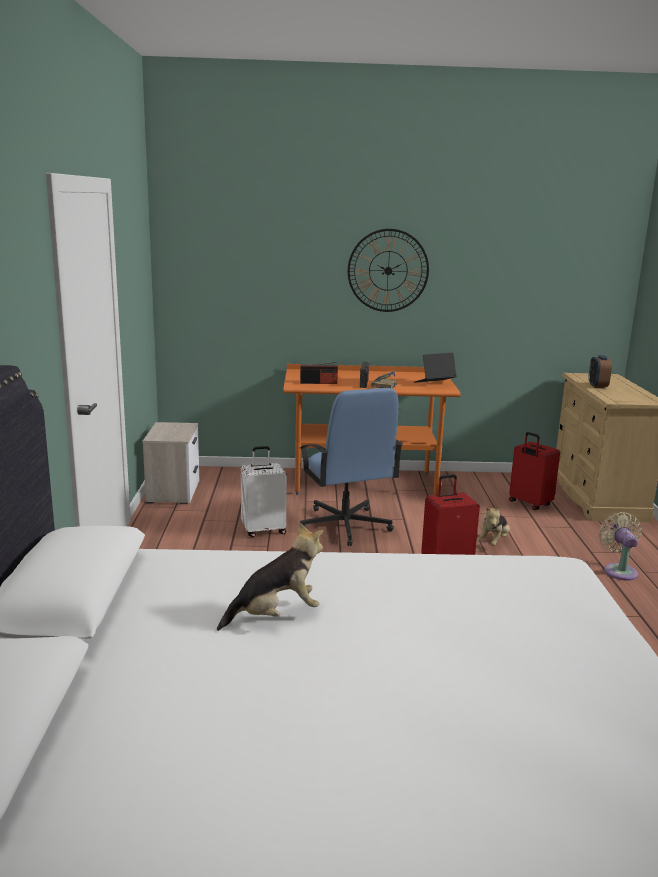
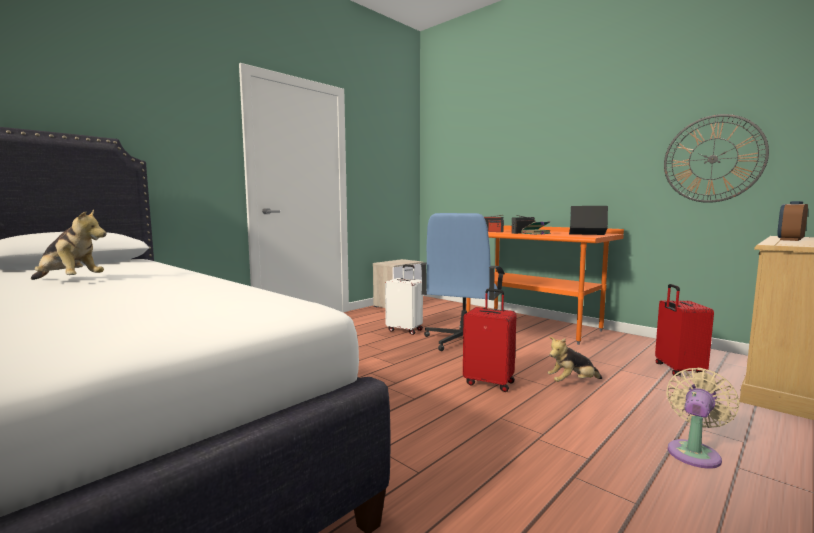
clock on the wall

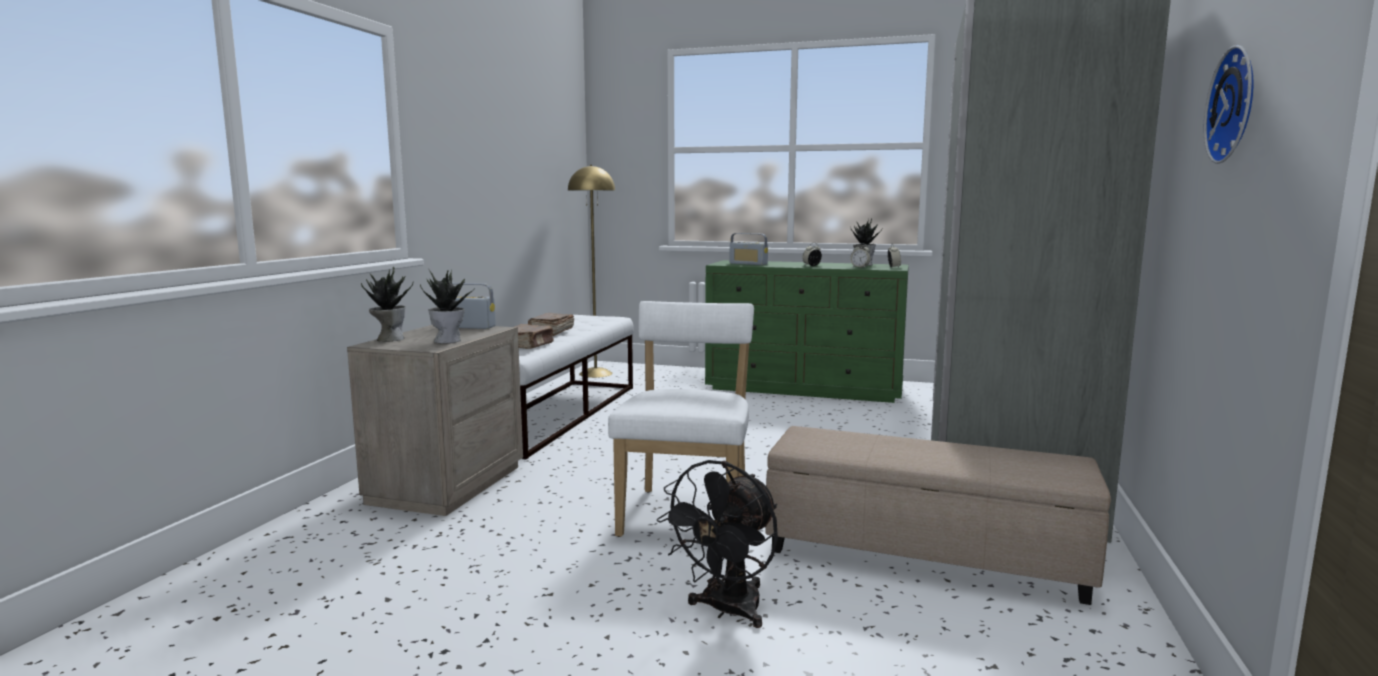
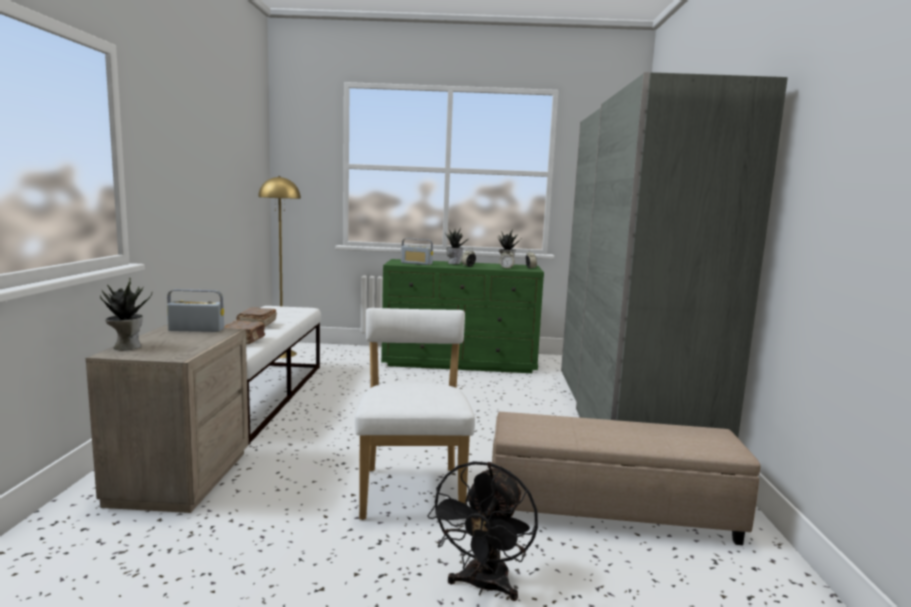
potted plant (no. 2 from left)
clock on the wall

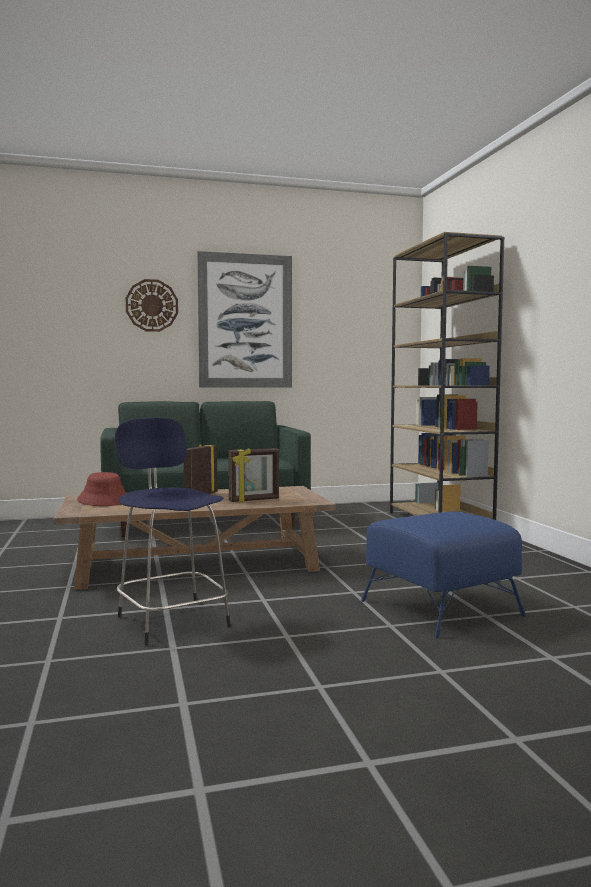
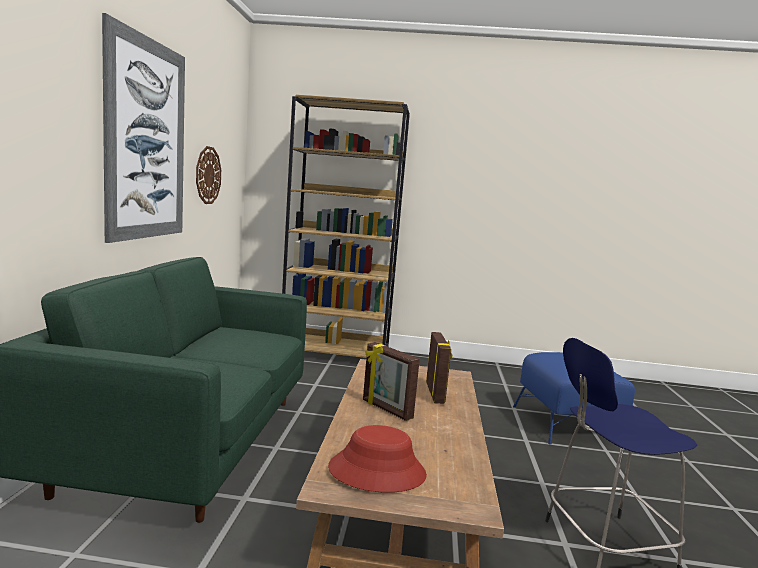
clock on the wall

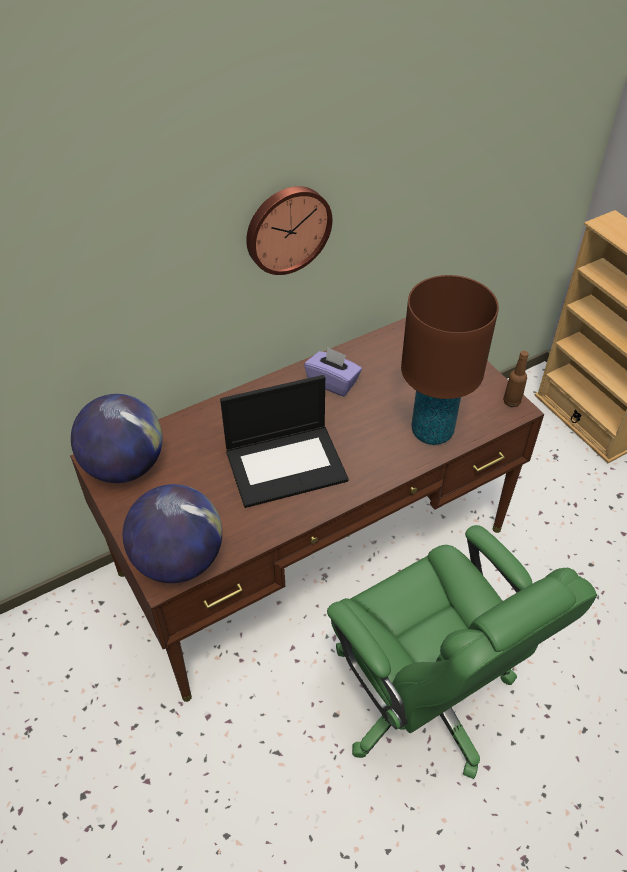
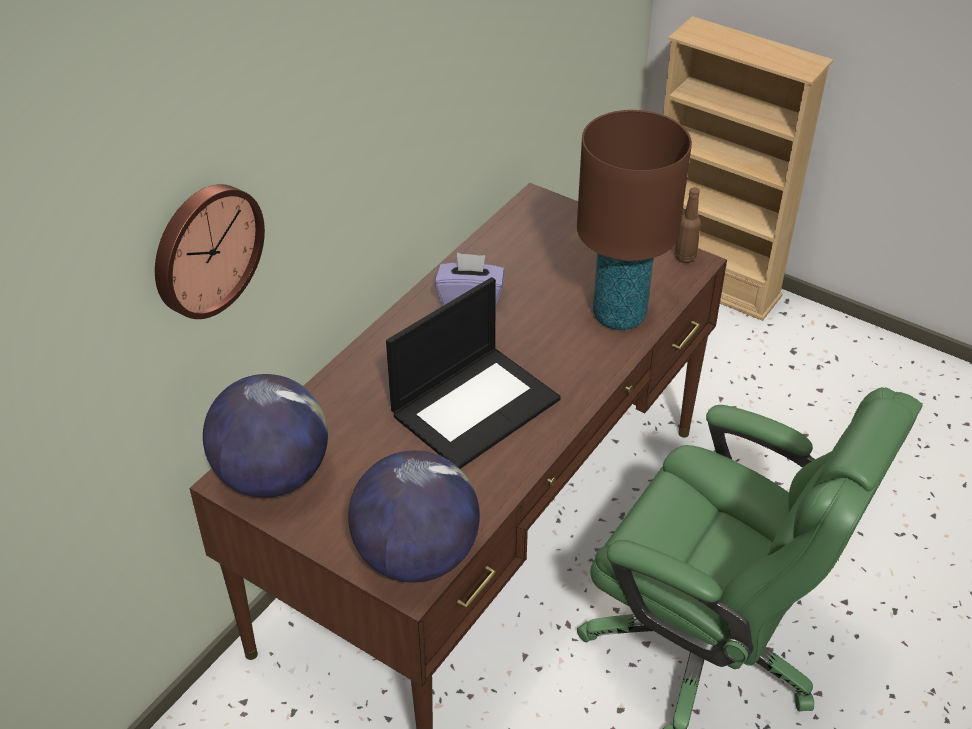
clock on the wall

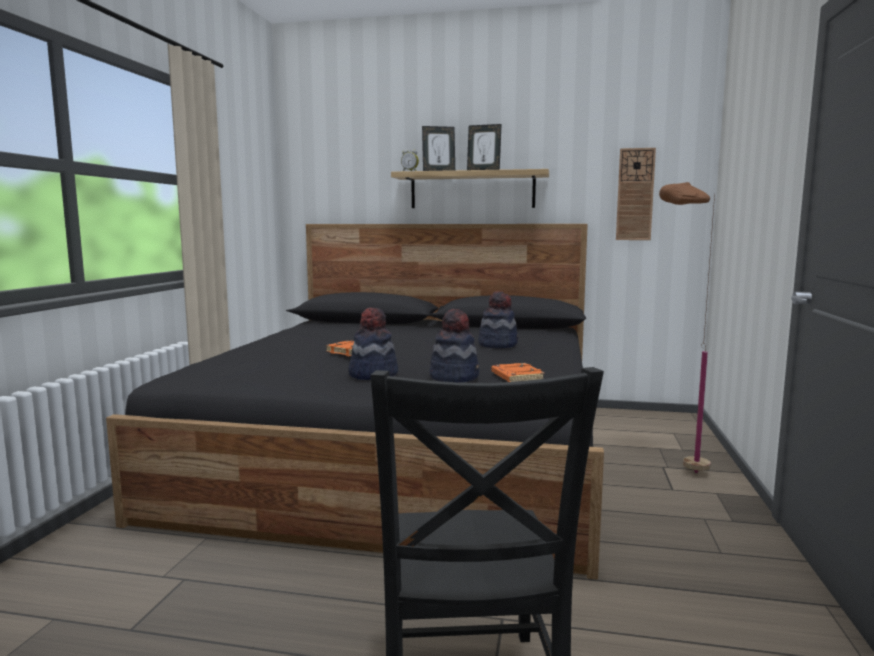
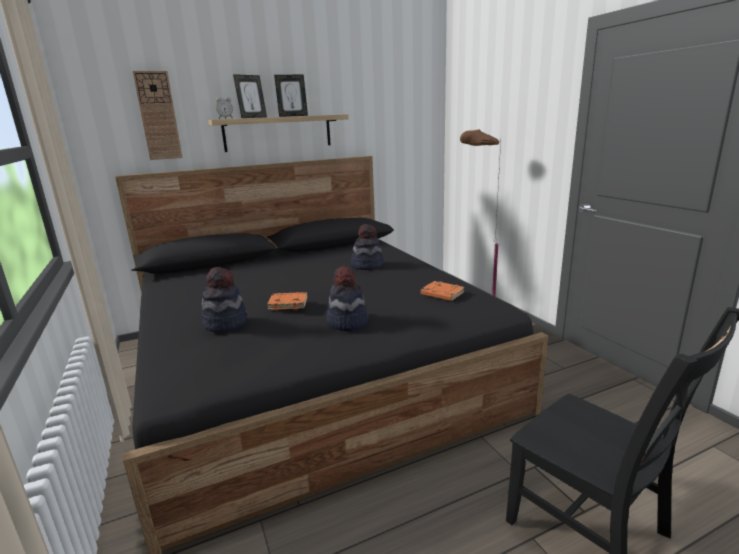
wearable hat (no. 1 from left)
clock on the wall

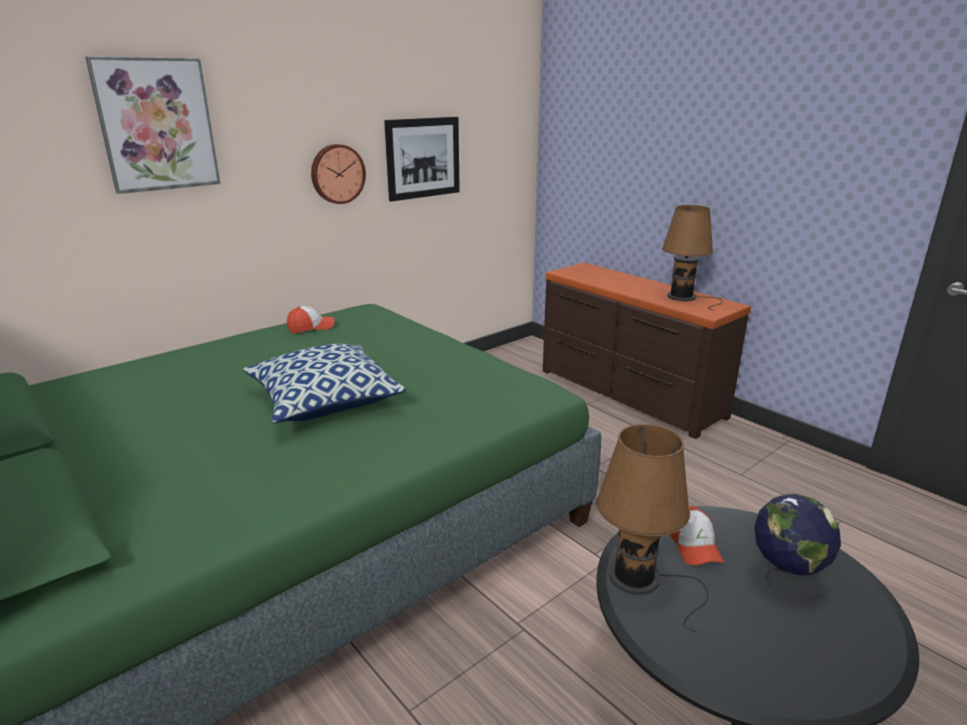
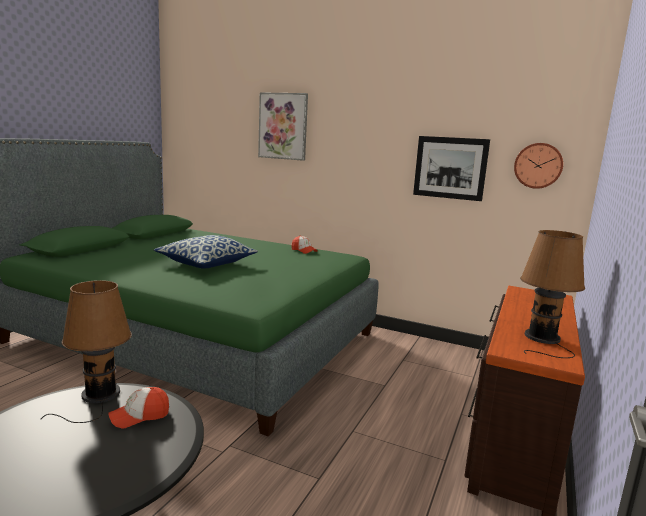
clock on the wall
world globe

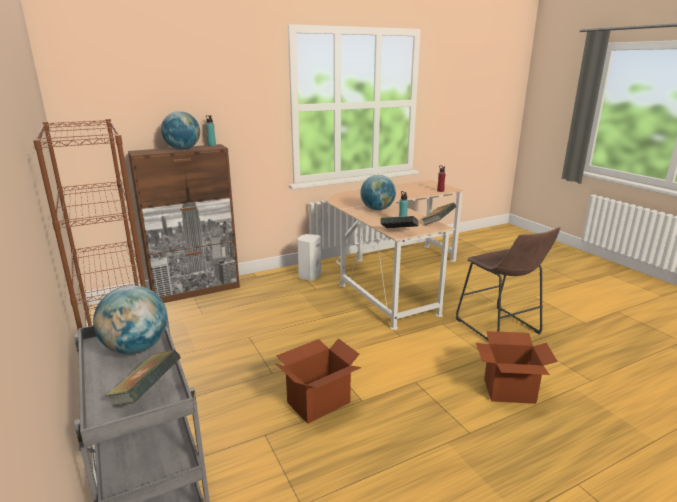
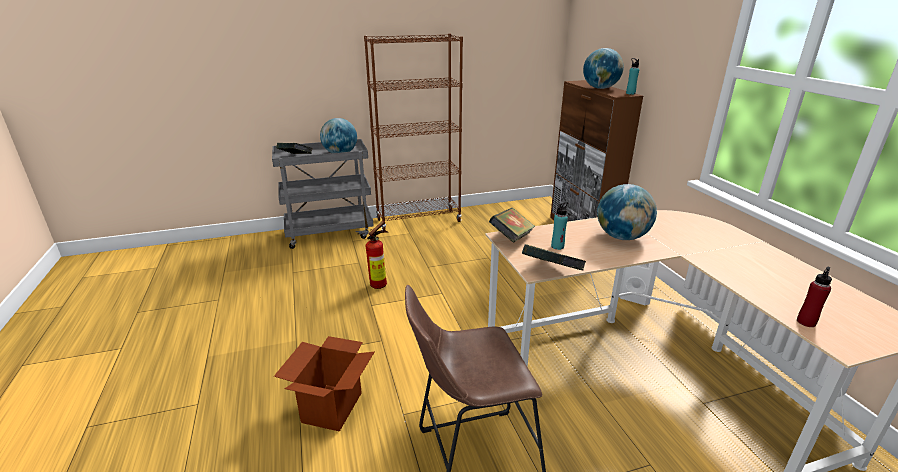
fire-fighting cylinder

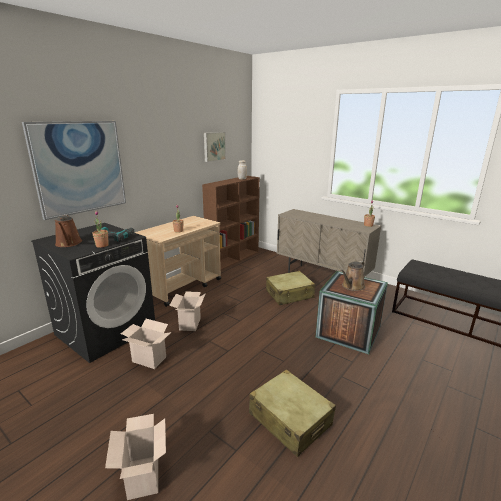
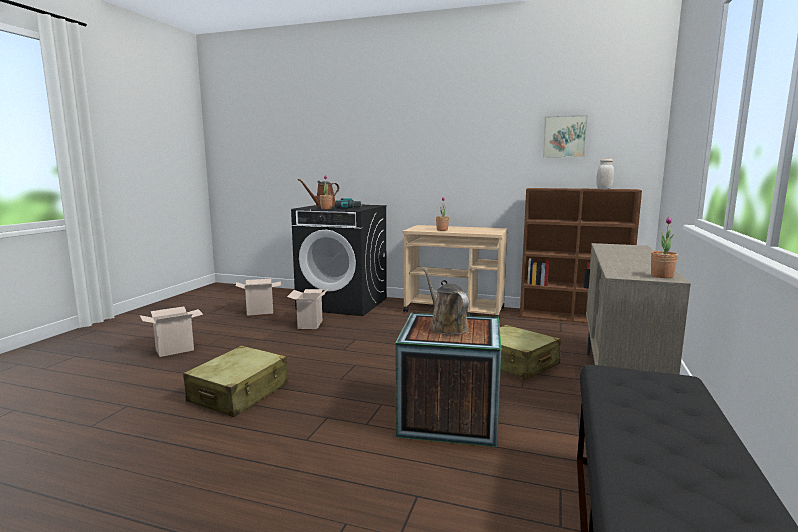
wall art (no. 1 from left in the first image)
packing box (no. 2 from left)
watering pot in brown-coloured (no. 2 from left)

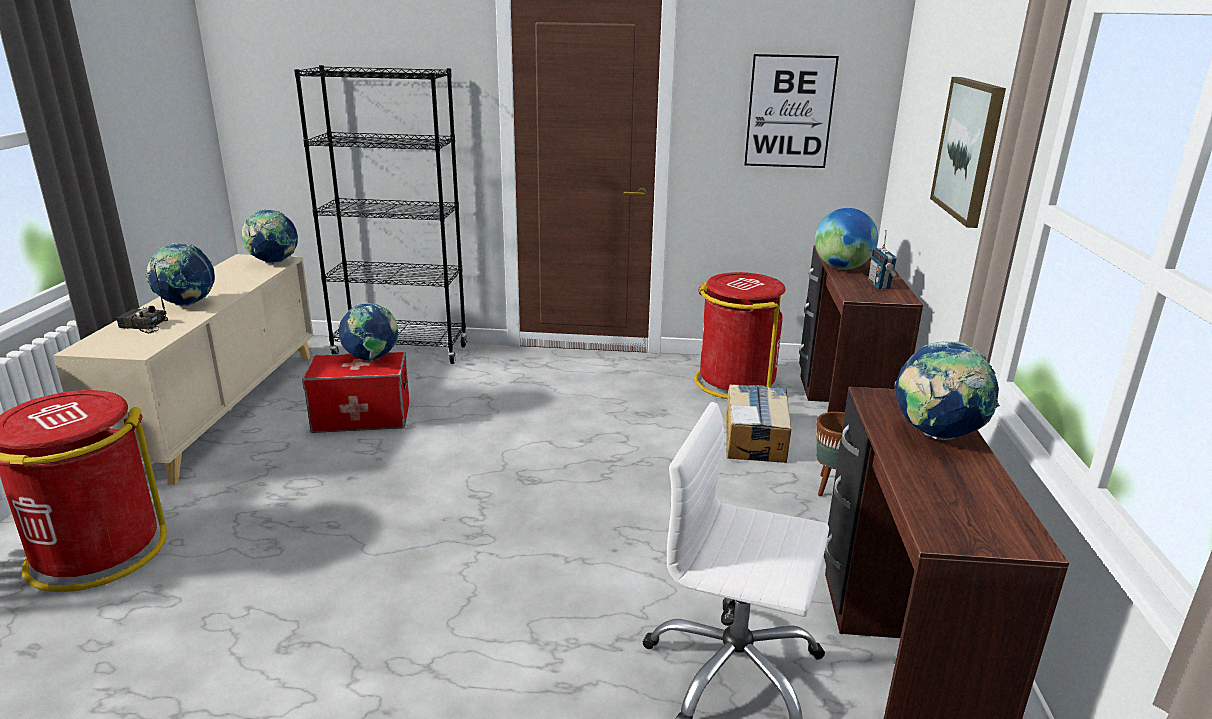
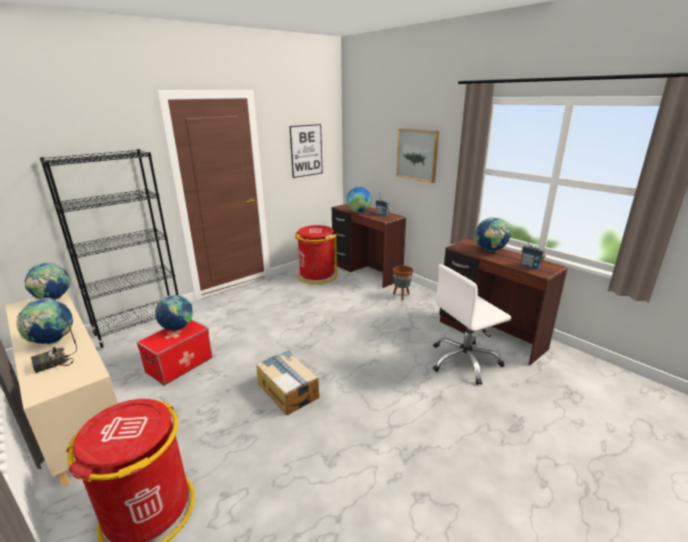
packing box
radio (no. 3 from left)

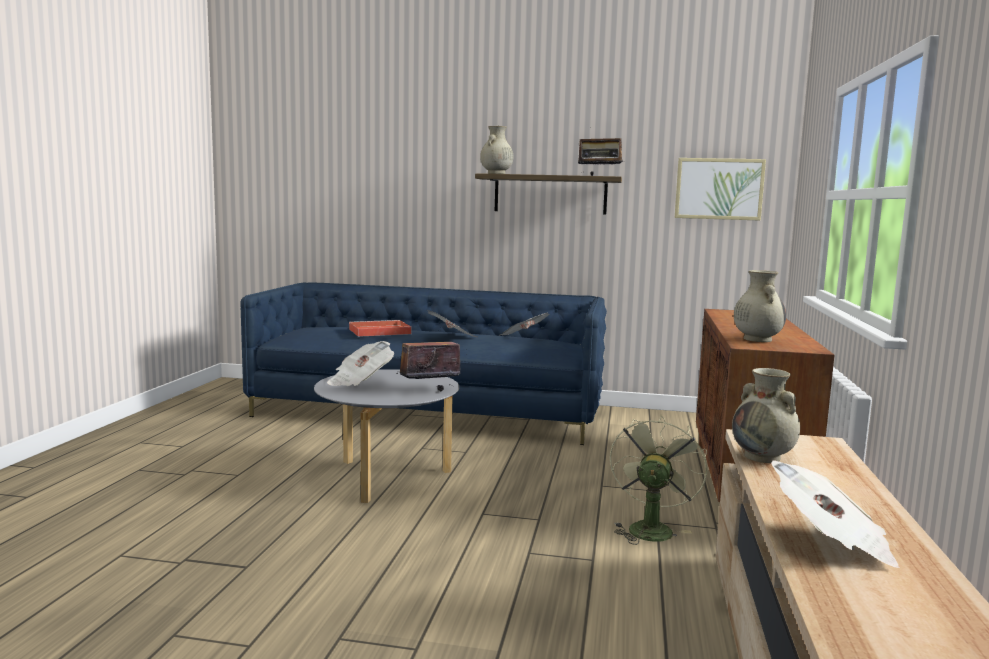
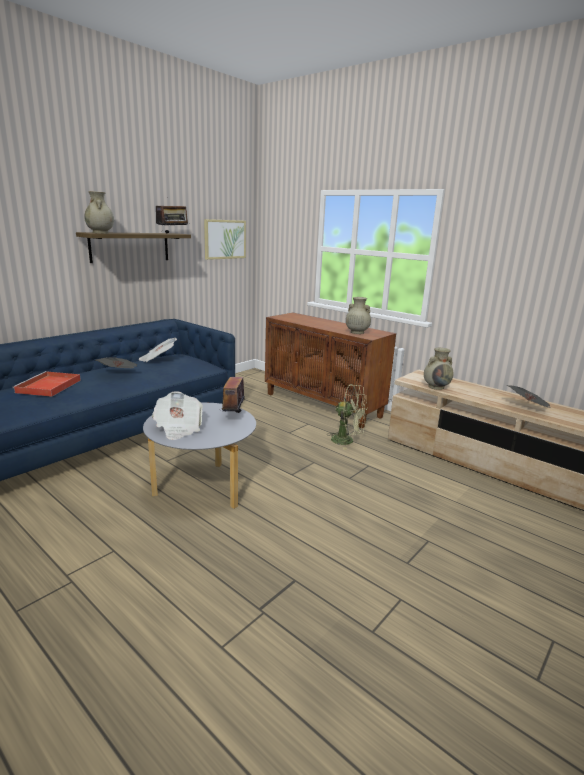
electric fan in green

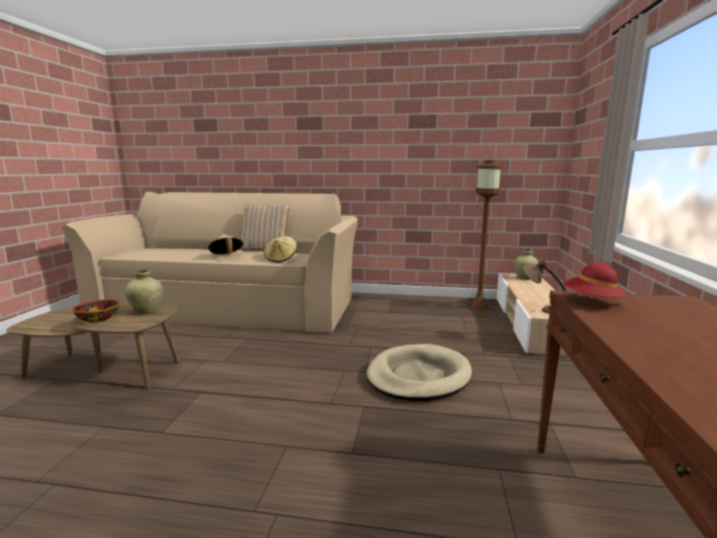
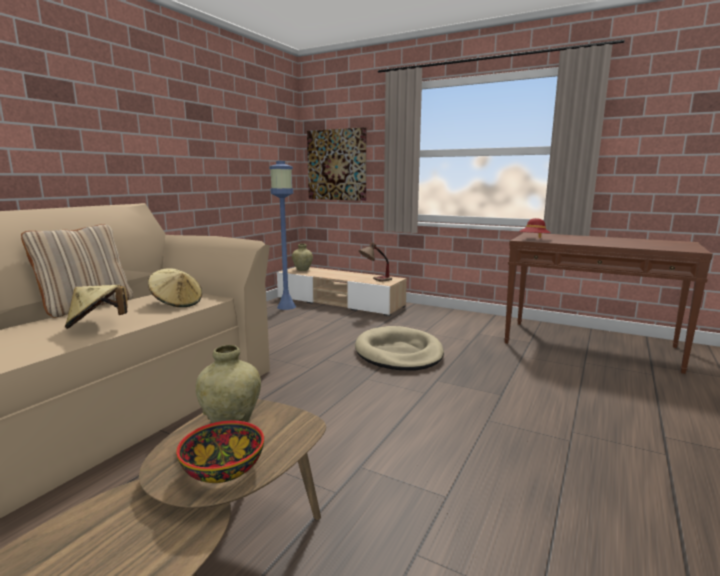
floor lamp in blue-coloured
wall art

